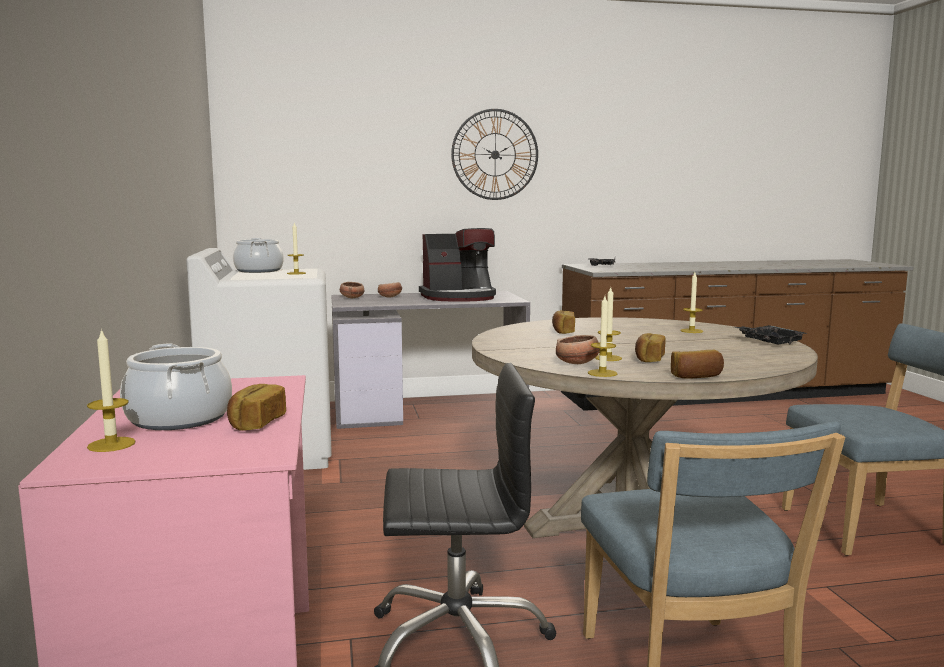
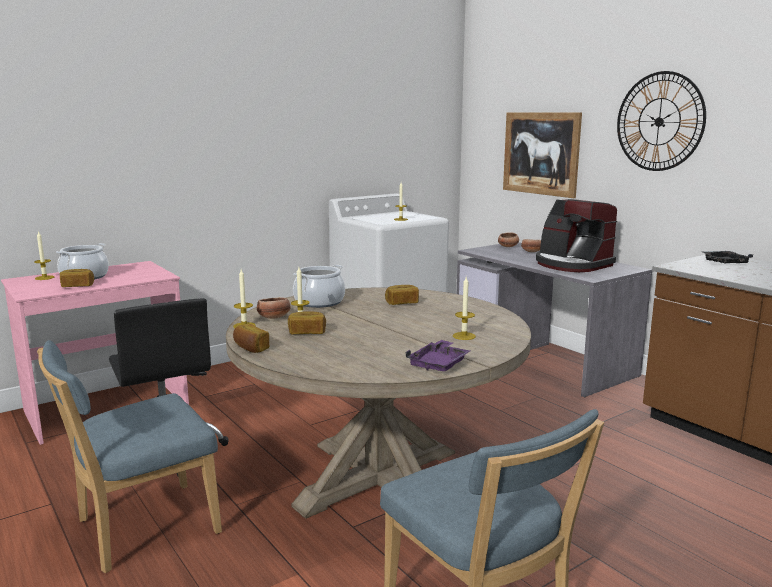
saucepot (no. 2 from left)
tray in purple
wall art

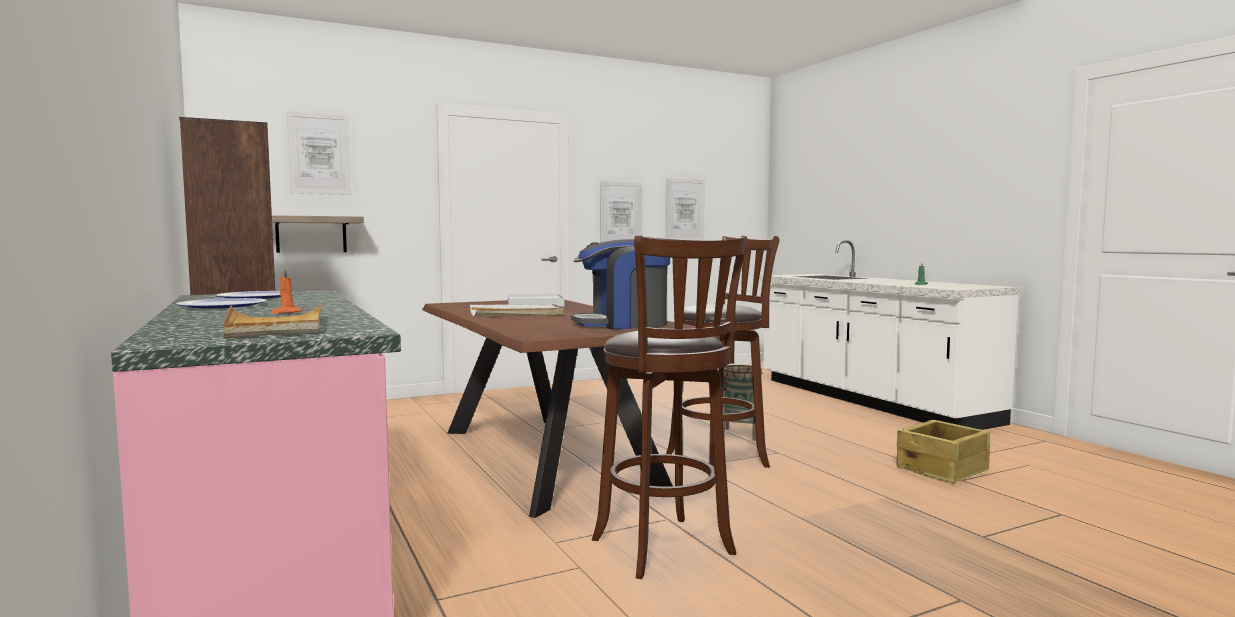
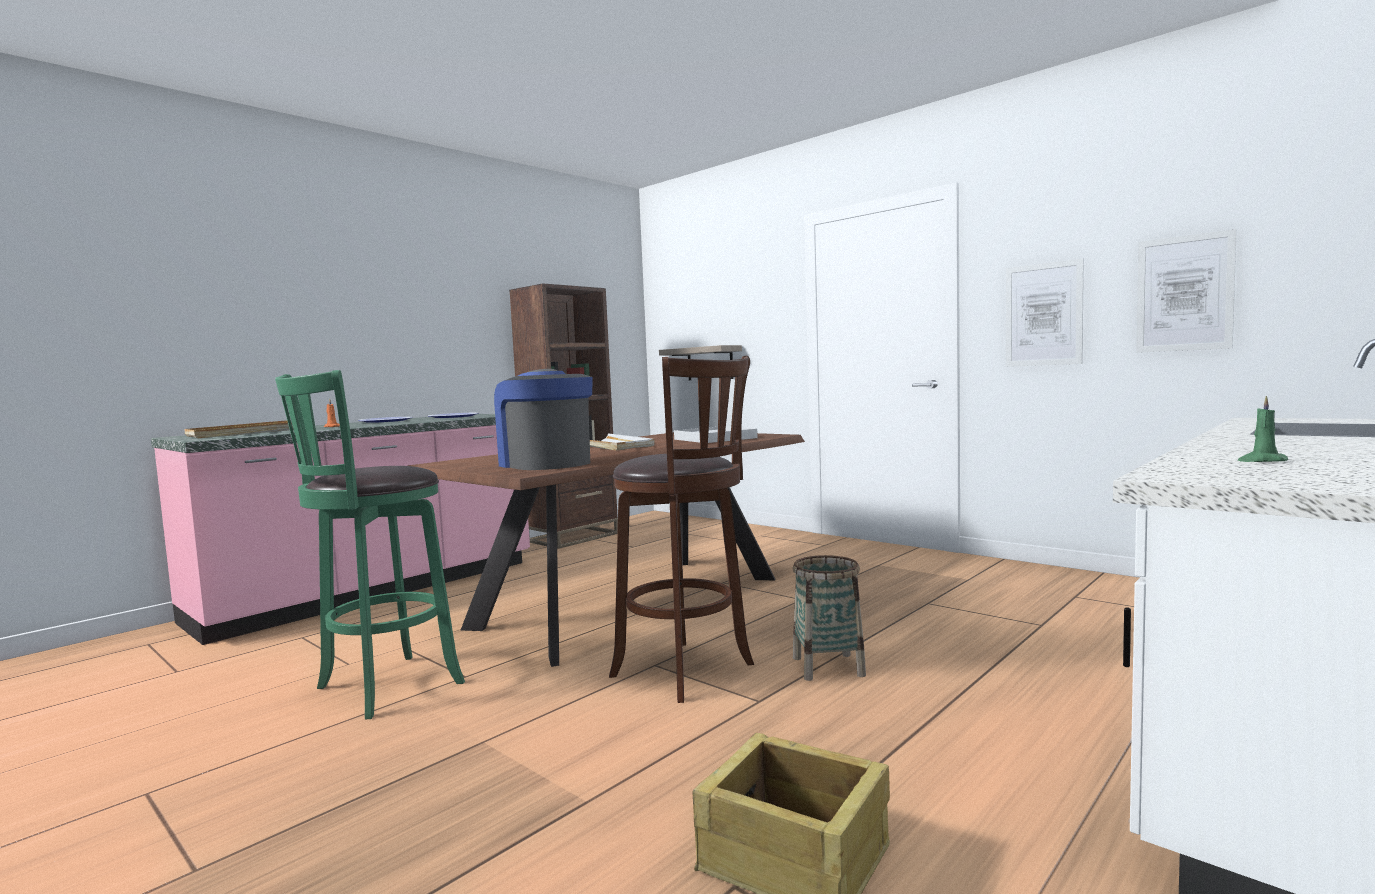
wall art (no. 1 from left in the first image)
stool in green

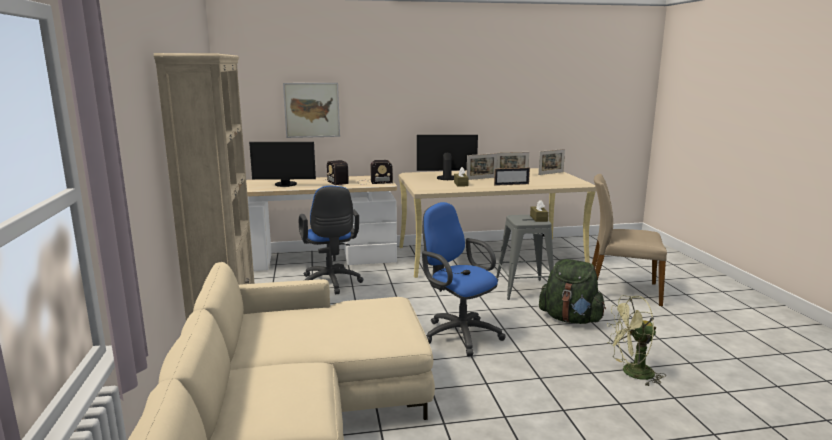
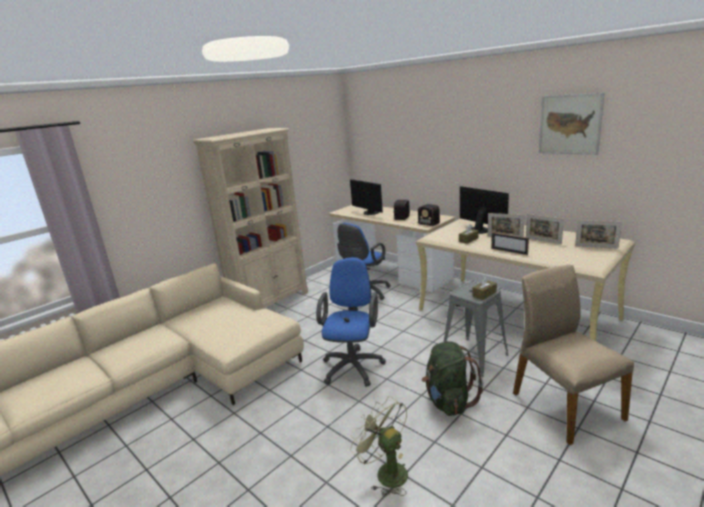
wall art

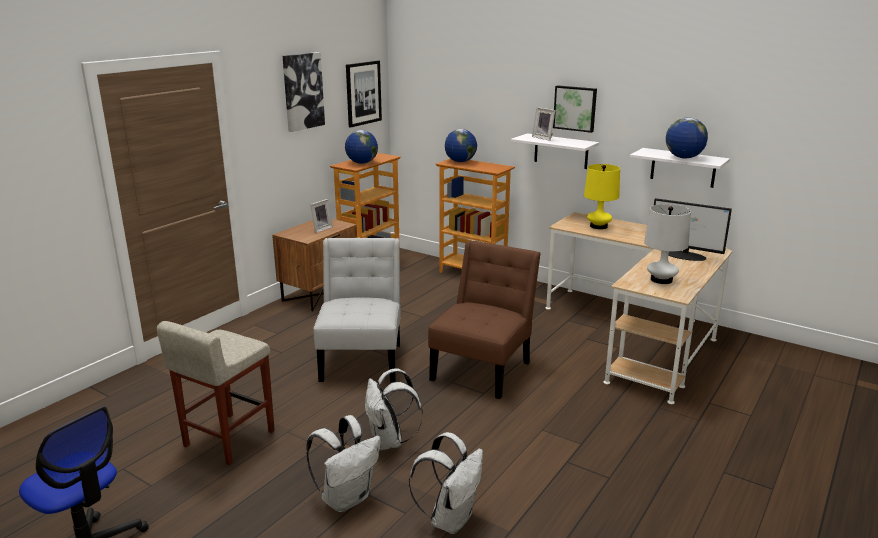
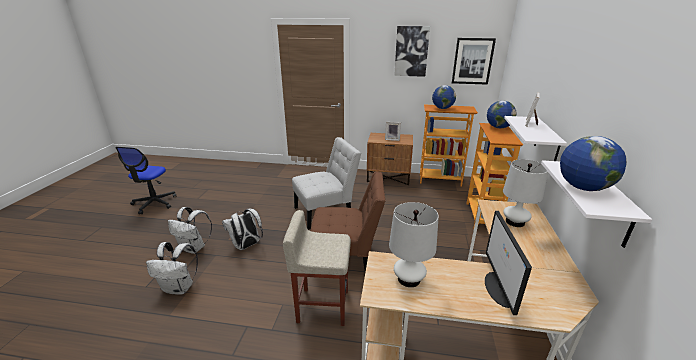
stool in sand-coloured
wall art (no. 3 from left in the first image)
tabletop lamp in white-coloured (no. 2 from left)

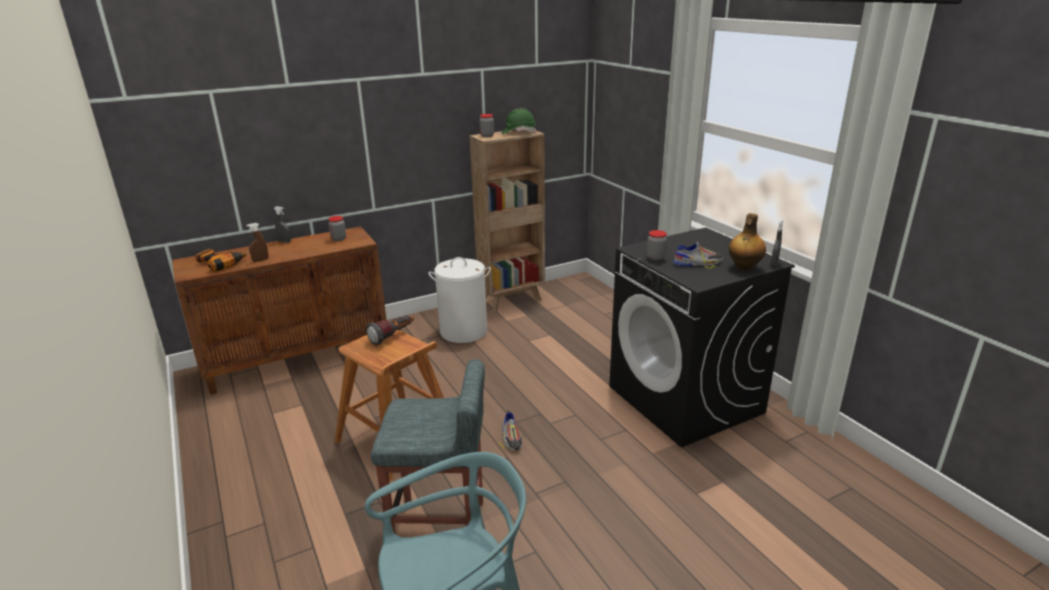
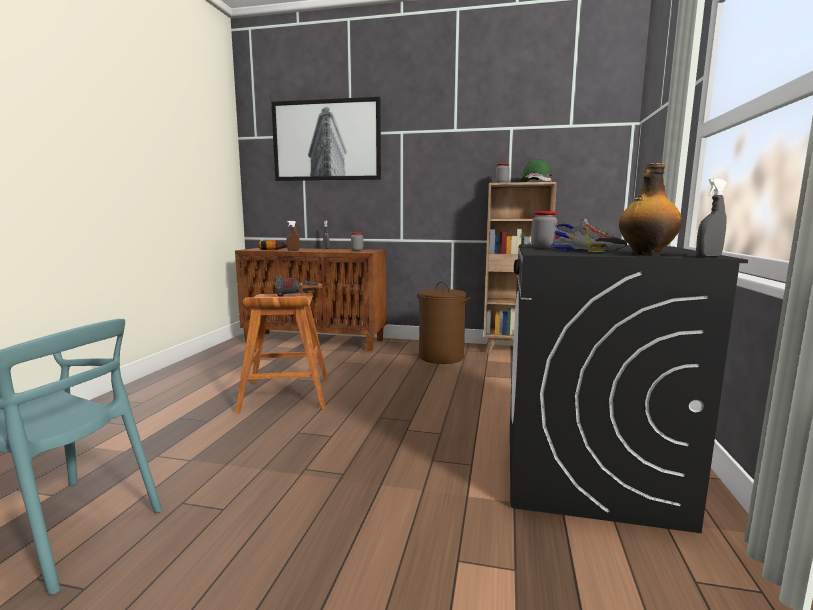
stool in grey
laundry basket in brown-coloured
item of footwear (no. 1 from left in the first image)
wall art

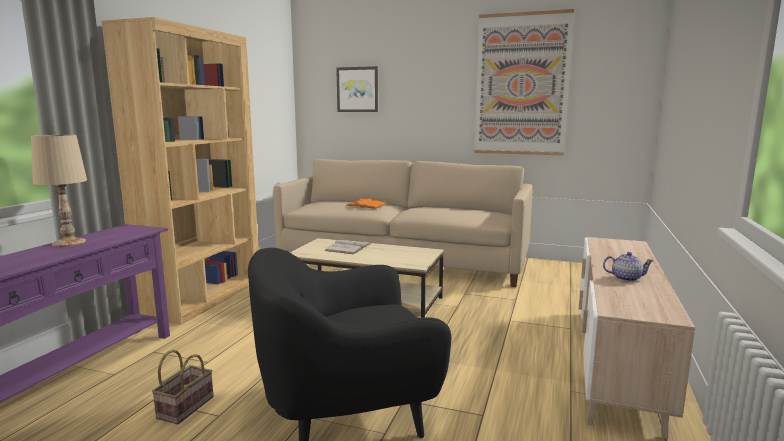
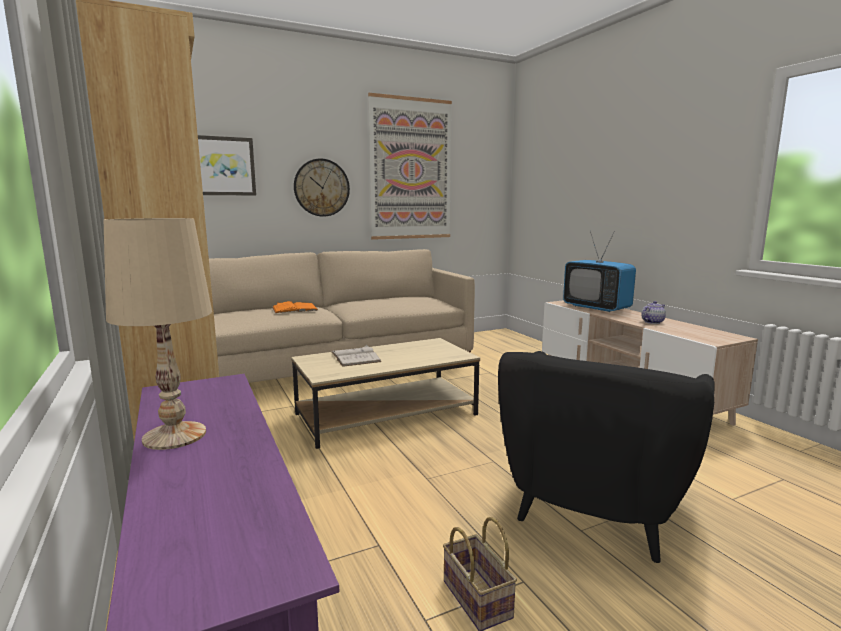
clock on the wall
TV

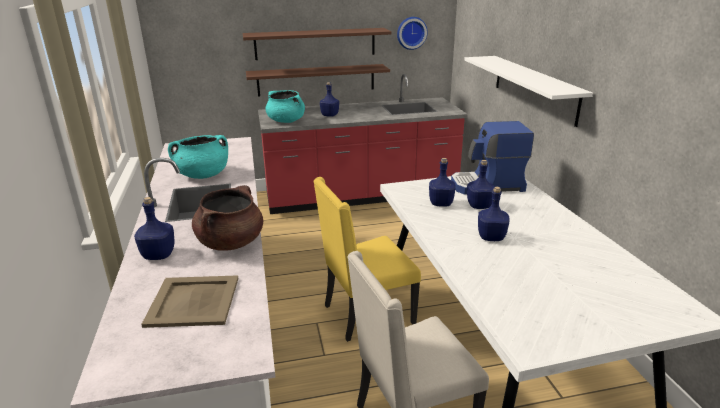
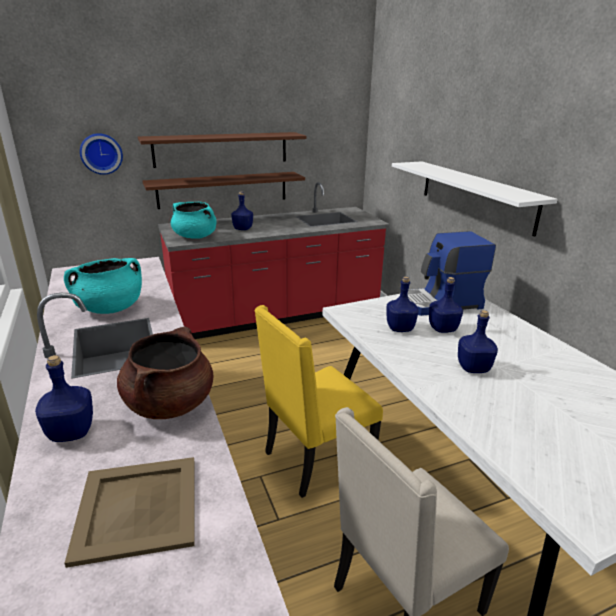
clock on the wall

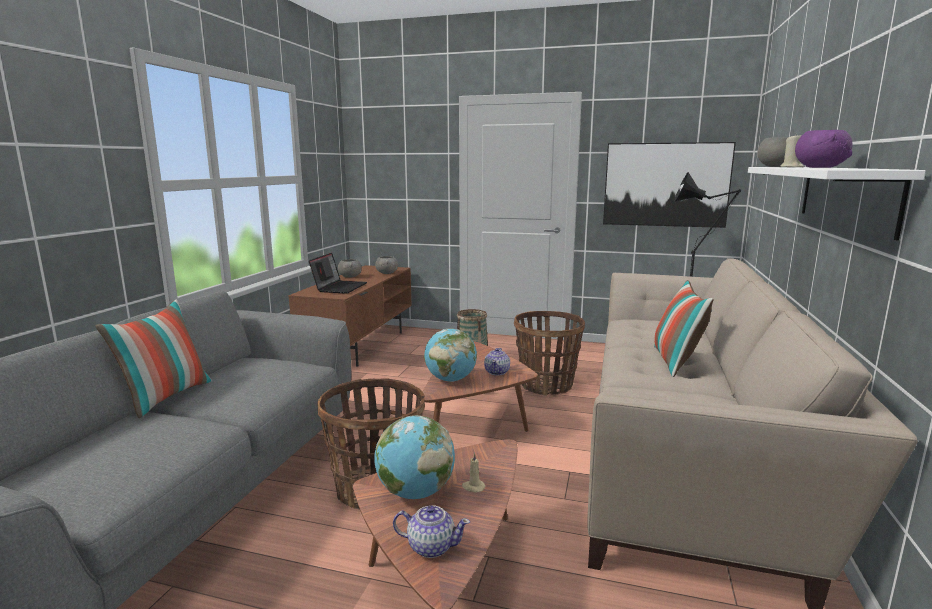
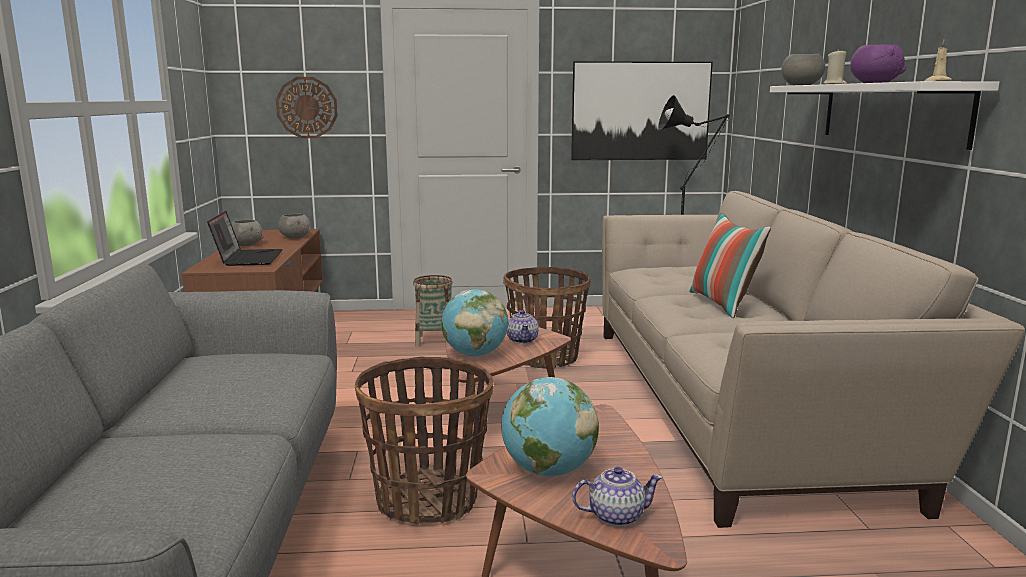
cushion (no. 1 from left in the first image)
wax light in sand-coloured (no. 2 from left)
clock on the wall

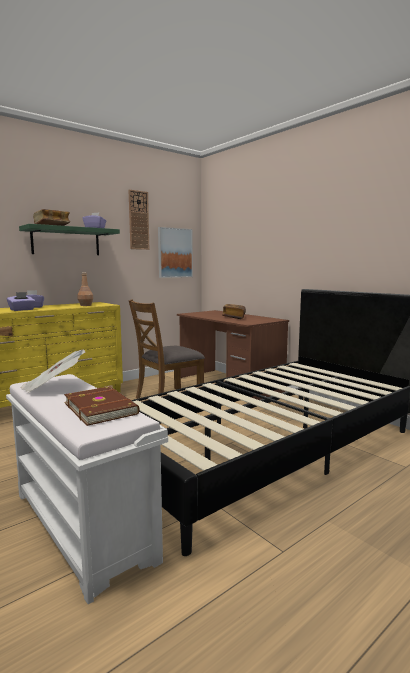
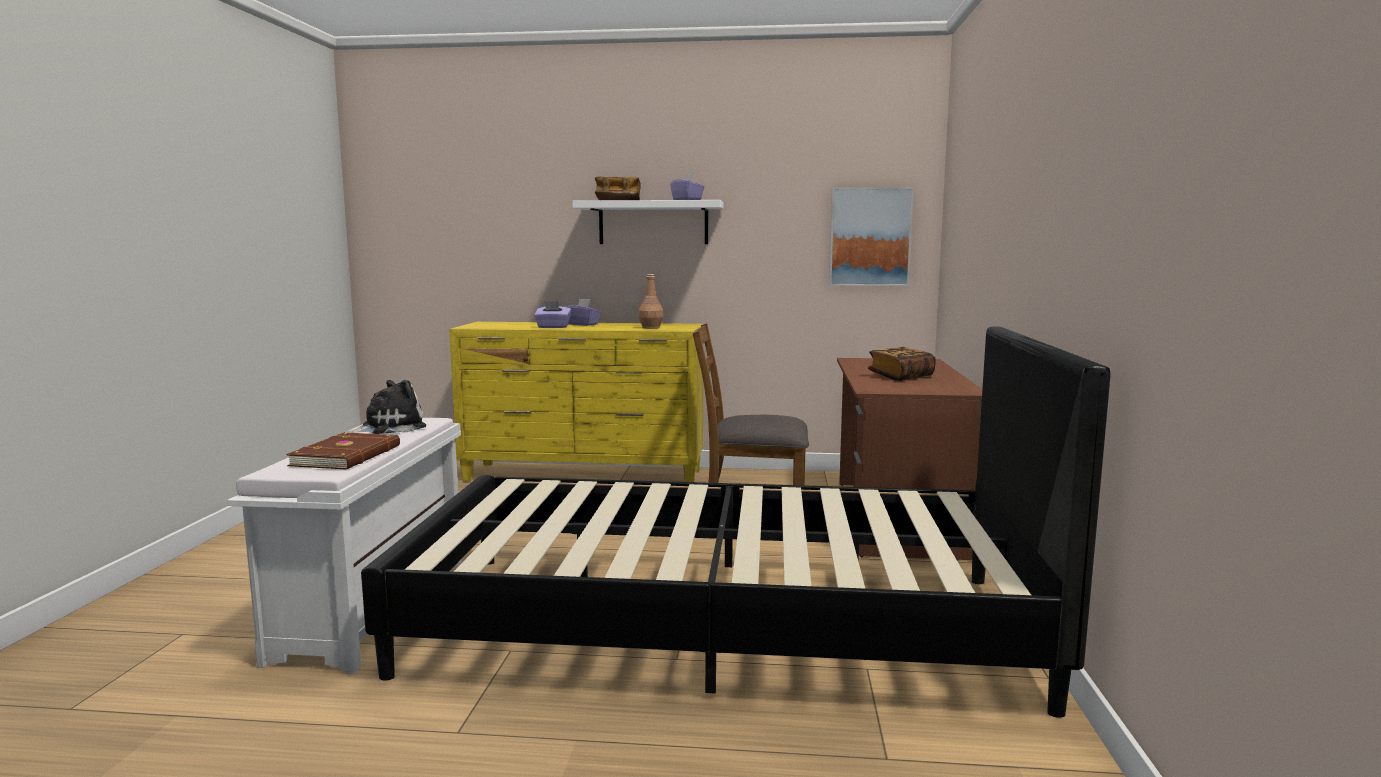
shelf in white-coloured
cuddly toy
clock on the wall

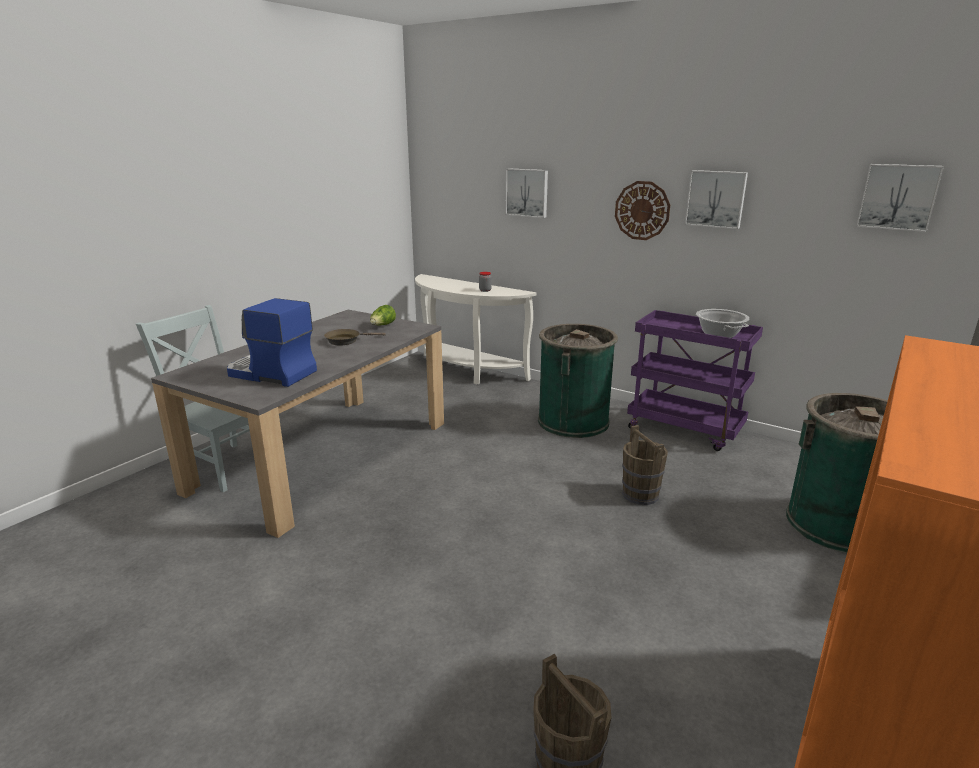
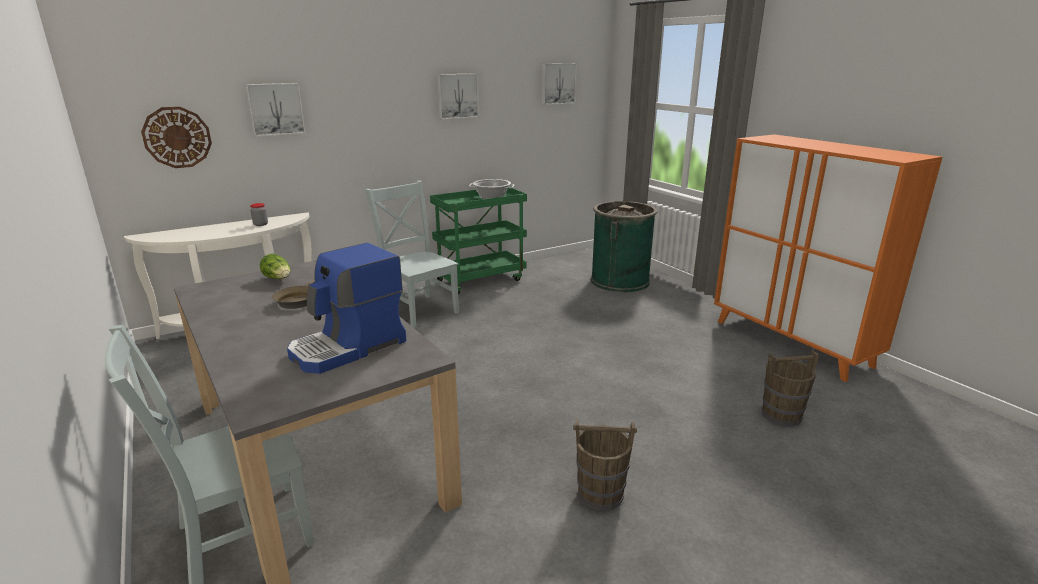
plain chair in grey (no. 2 from left)
clock on the wall
water bucket in brown-coloured (no. 1 from left)
trolley in green

